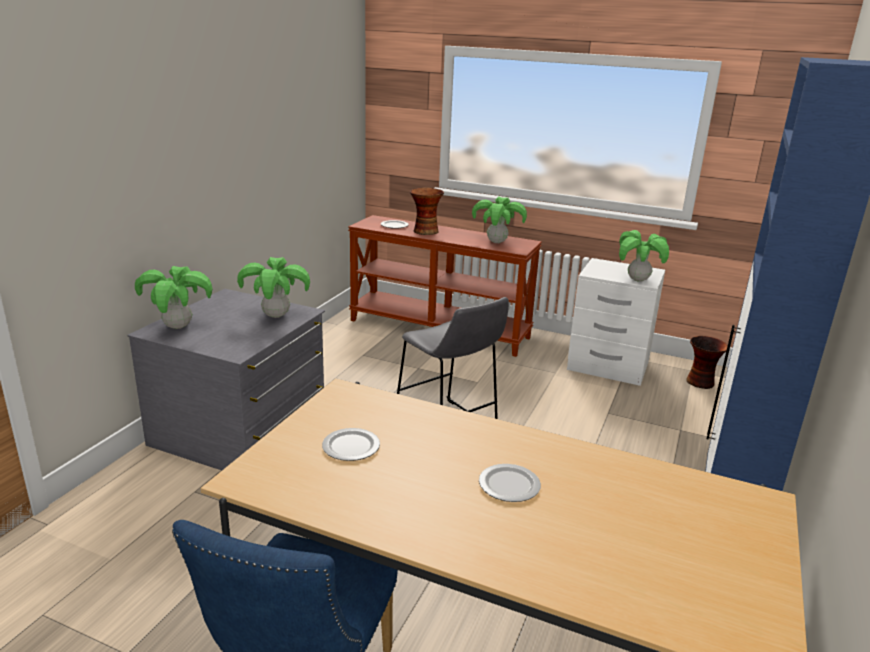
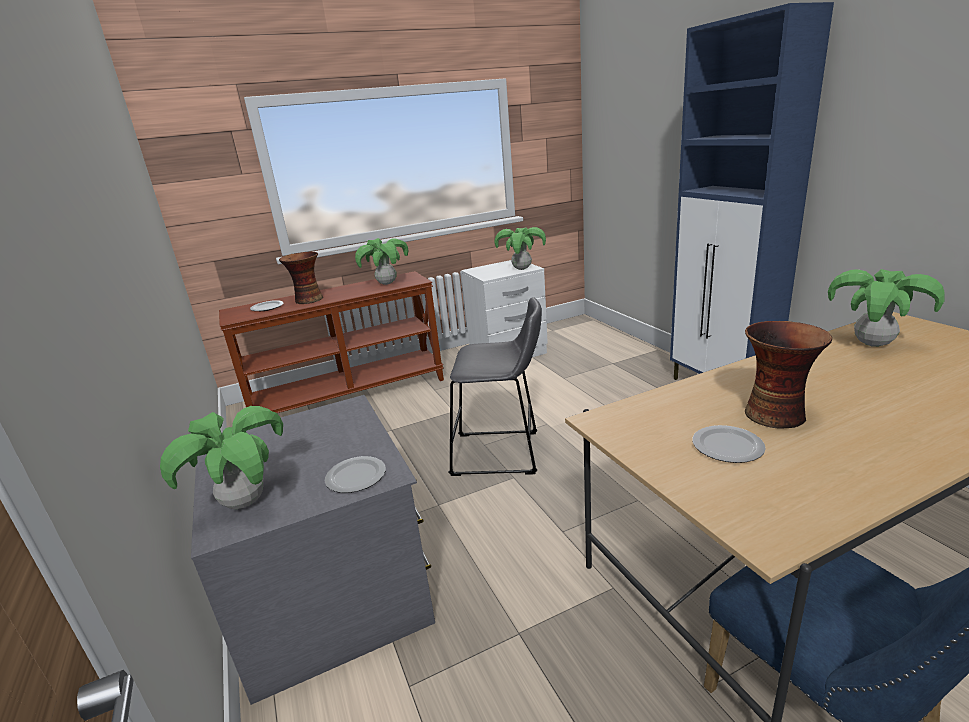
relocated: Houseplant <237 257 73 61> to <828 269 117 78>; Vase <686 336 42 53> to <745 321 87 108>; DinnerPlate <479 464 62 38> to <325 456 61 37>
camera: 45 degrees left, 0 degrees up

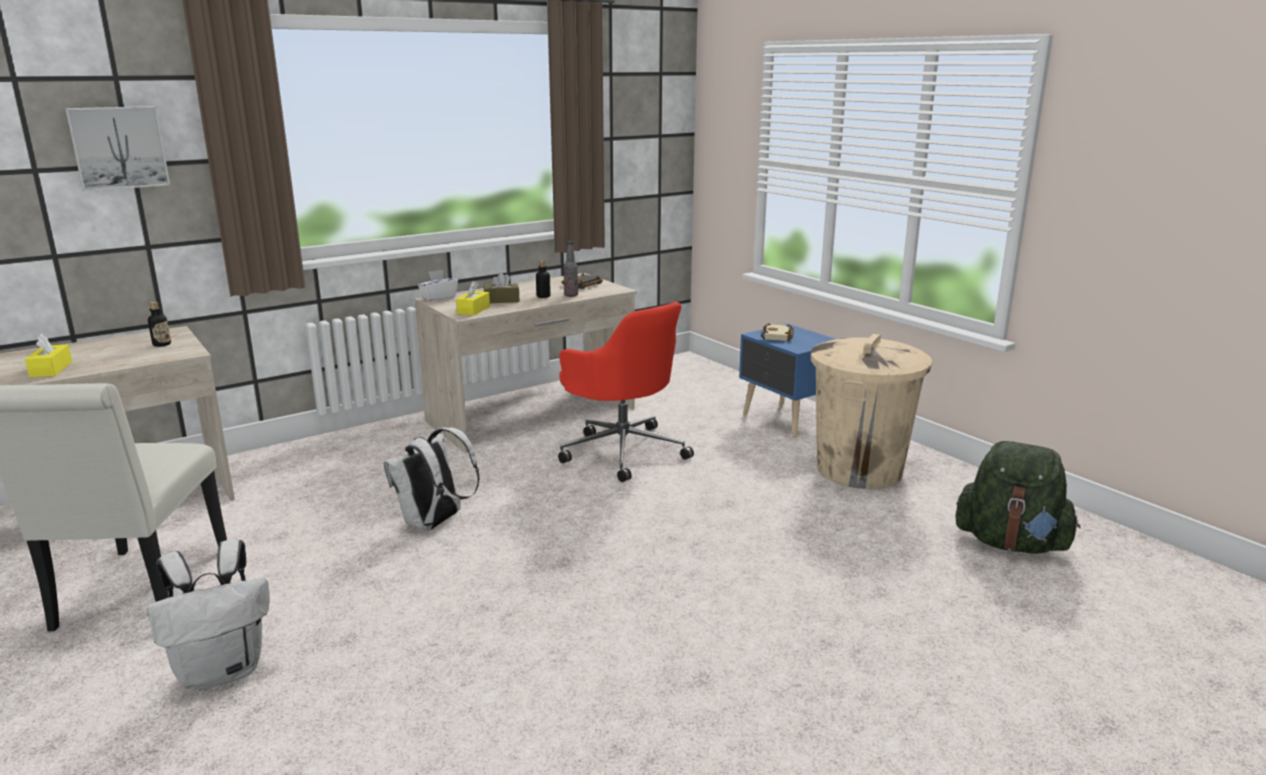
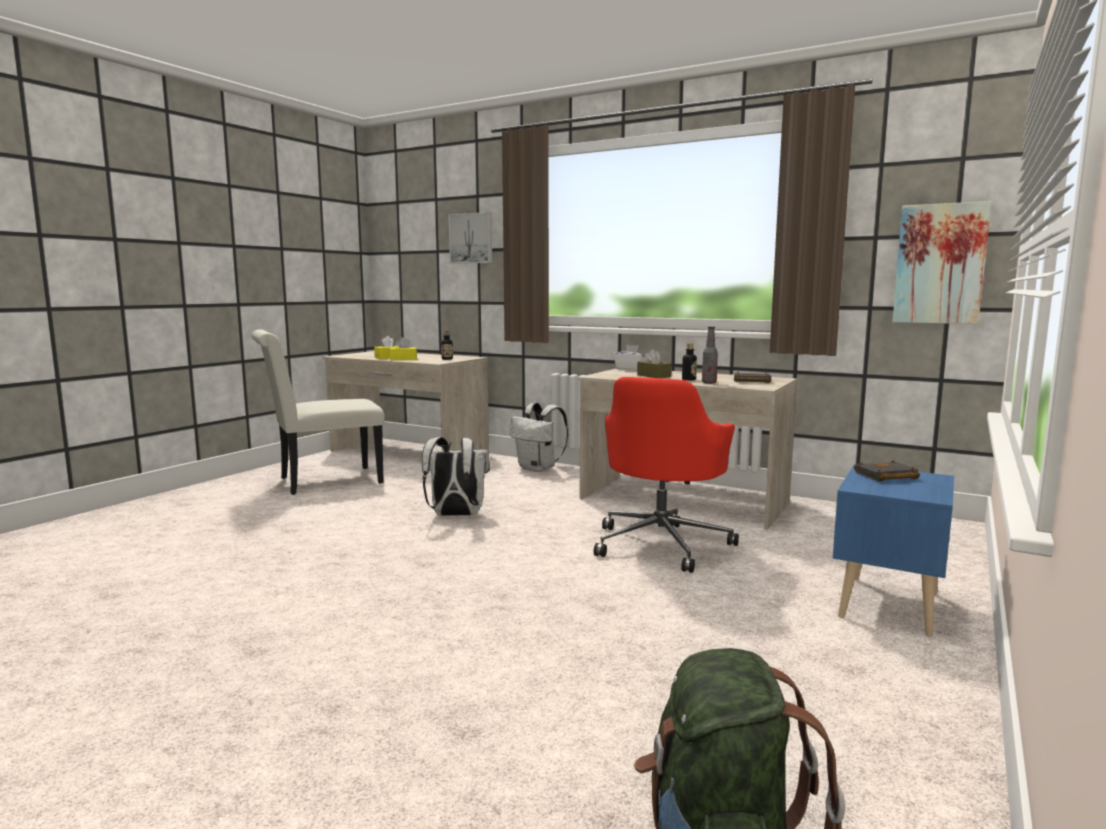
missing: SandColouredRubbishBin <811 334 121 155>
appeared: WallPicture <892 201 100 123>
relocated: YellowTissueBox <456 281 34 35> to <389 337 28 23>; WhiteColouredKnapsack <147 539 123 152> to <510 402 58 70>
colour: SandColouredBoundBook <761 323 33 18> to BlackColouredBoundBook <854 460 66 21>
camera: 65 degrees right, 10 degrees down

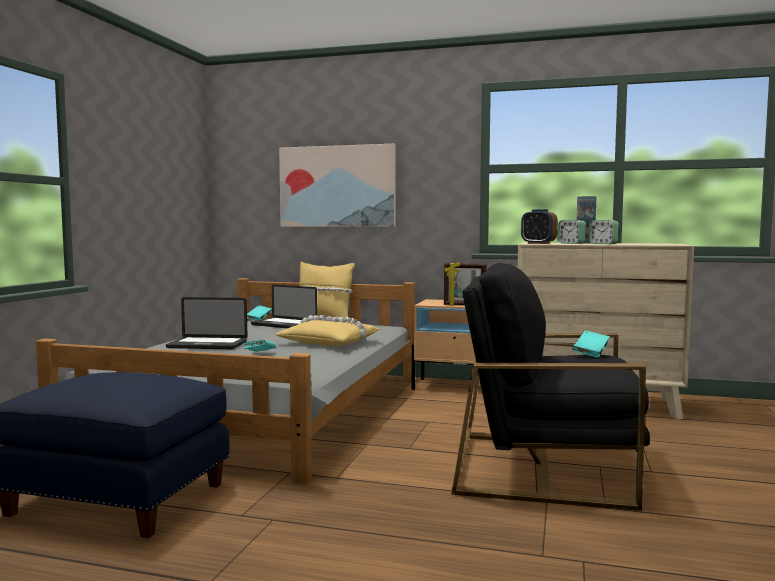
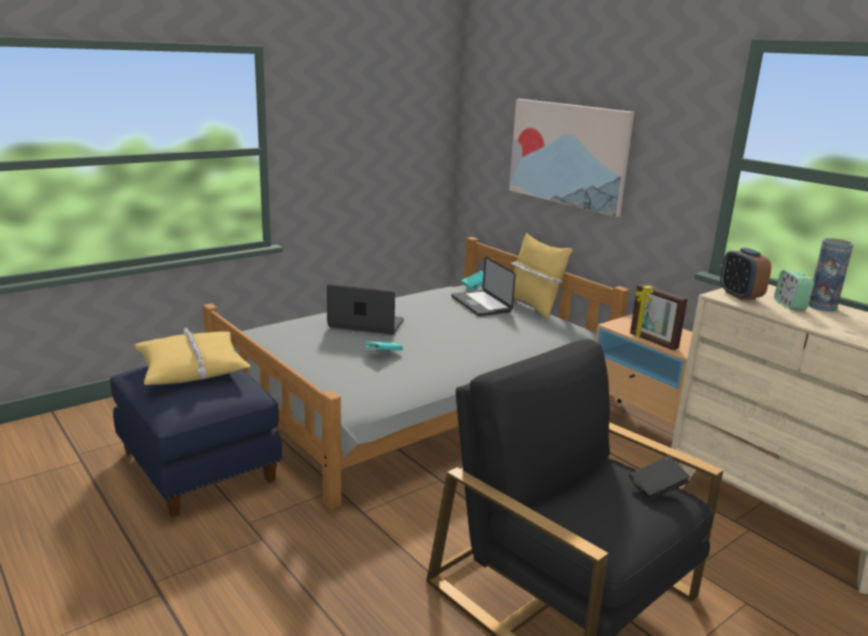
missing: AlarmClock <588 220 31 24>
relocated: YellowPillow <275 315 105 31> to <134 328 117 57>
colour: BlueGreenBoundBook <572 331 38 27> to BlackColouredBoundBook <629 456 61 44>
spun: NotebookComputer <166 297 81 52> = <327 285 77 49> 150 degrees clockwise
camera: 35 degrees right, 15 degrees up

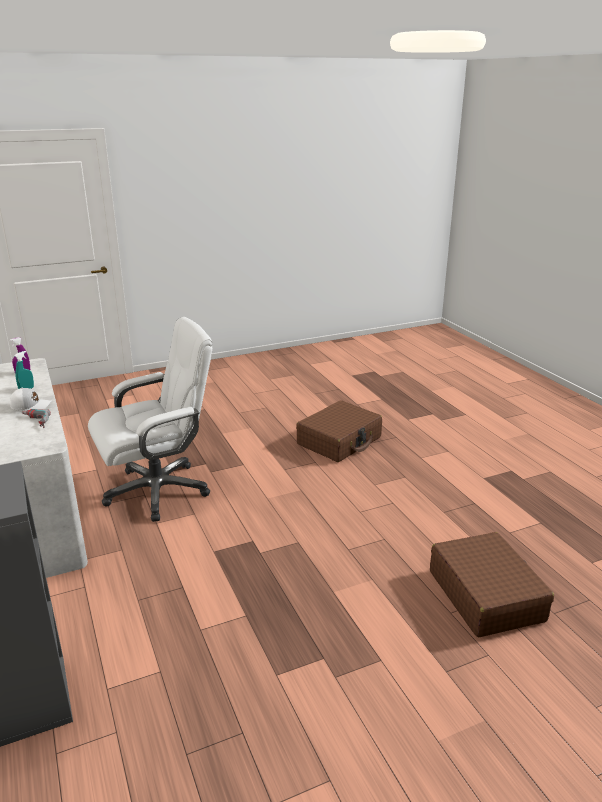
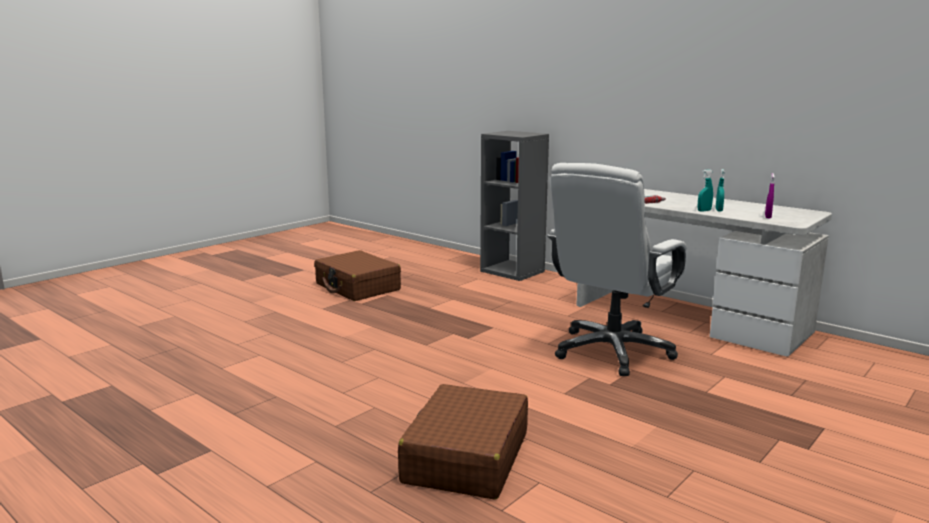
missing: WhiteColouredCap <10 388 41 23>
appeared: BlueGreenSprayBottle <698 169 15 42>
relocated: BrownTravelCase <430 532 124 105> to <314 250 87 51>
camera: 155 degrees right, 10 degrees down

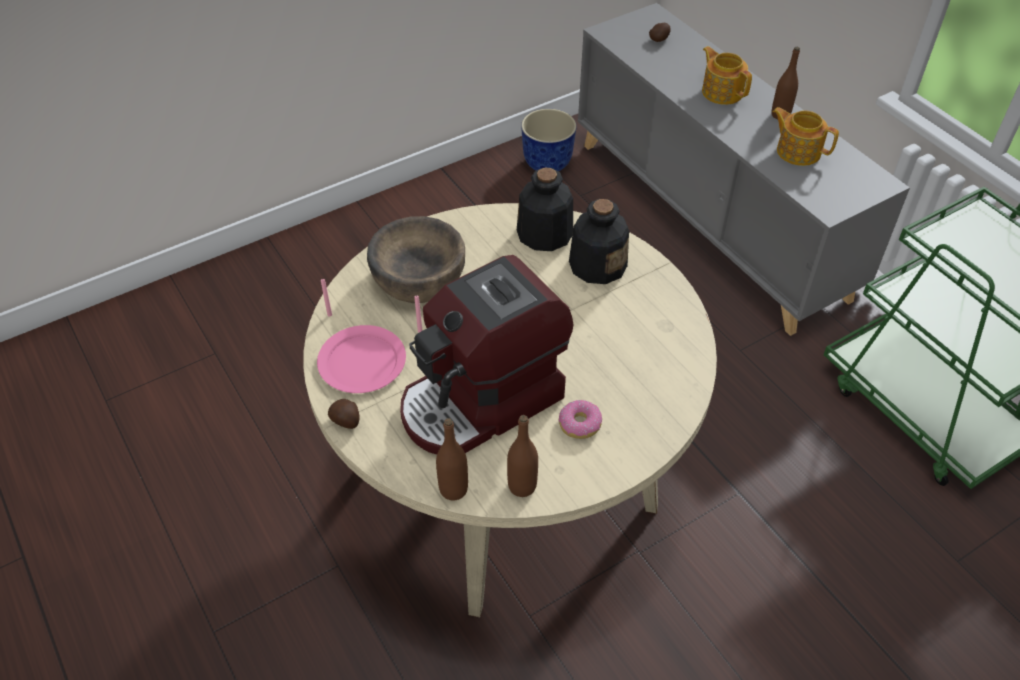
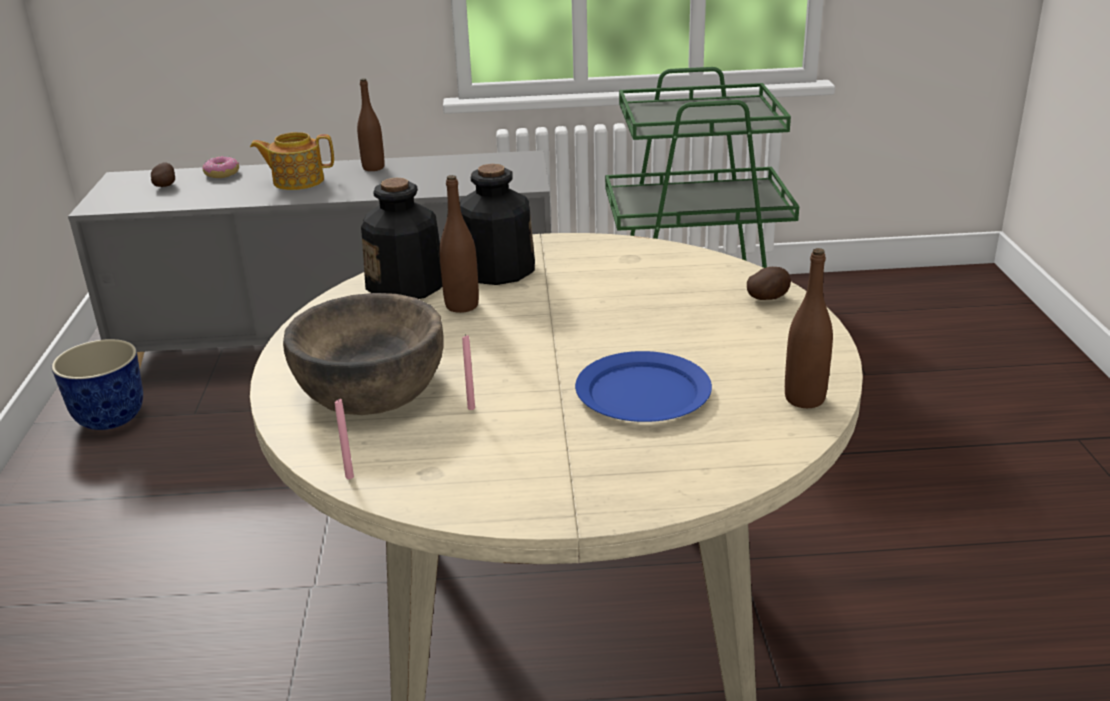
missing: TeaPot <772 107 67 59>; PinkishDinnerPlate <317 325 89 68>
relocated: Potato <328 399 32 30> to <747 267 44 33>; Doughnut <558 400 44 39> to <202 156 37 22>; BrownBeverageBottle <436 418 32 82> to <439 175 40 138>
exchanged: CoffeeMaker <400 255 173 199> to BlueColouredDinnerPlate <575 351 137 71>
camera: 60 degrees left, 20 degrees down

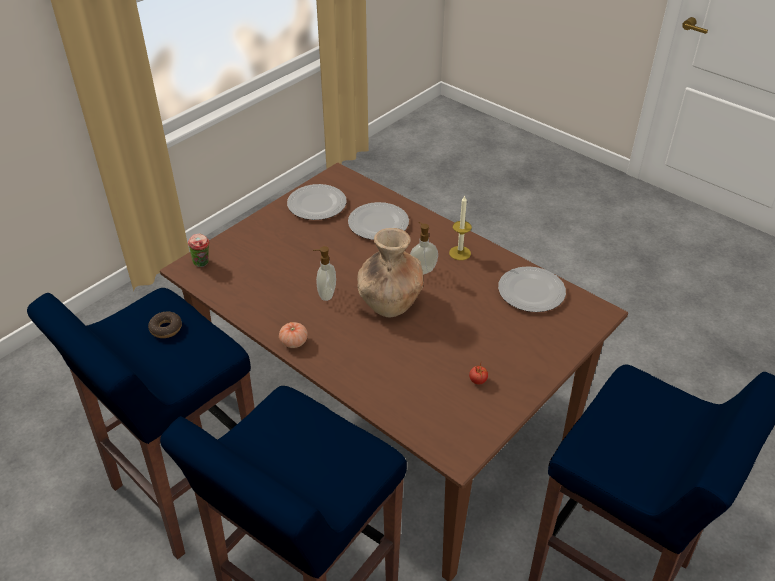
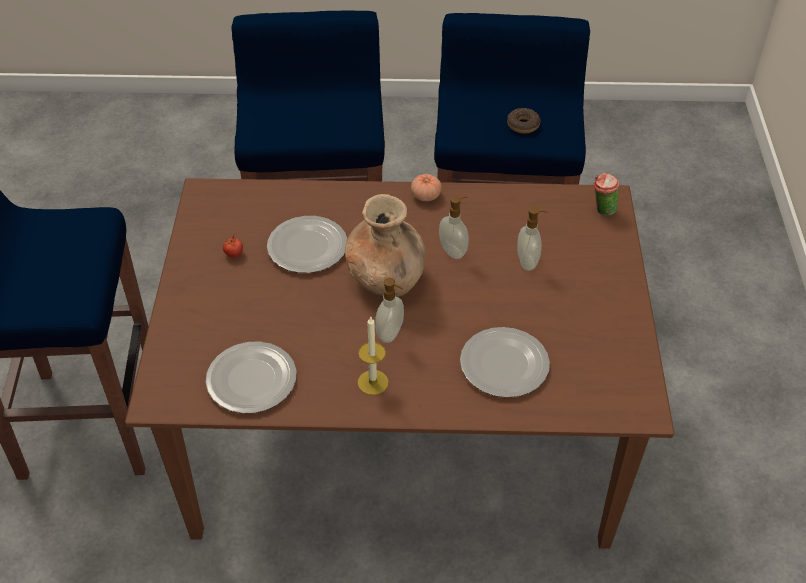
appeared: SoapDispenser <517 206 31 65>
relocated: DinnerPlate <287 184 60 36> to <267 216 80 57>
camera: 140 degrees right, 5 degrees up

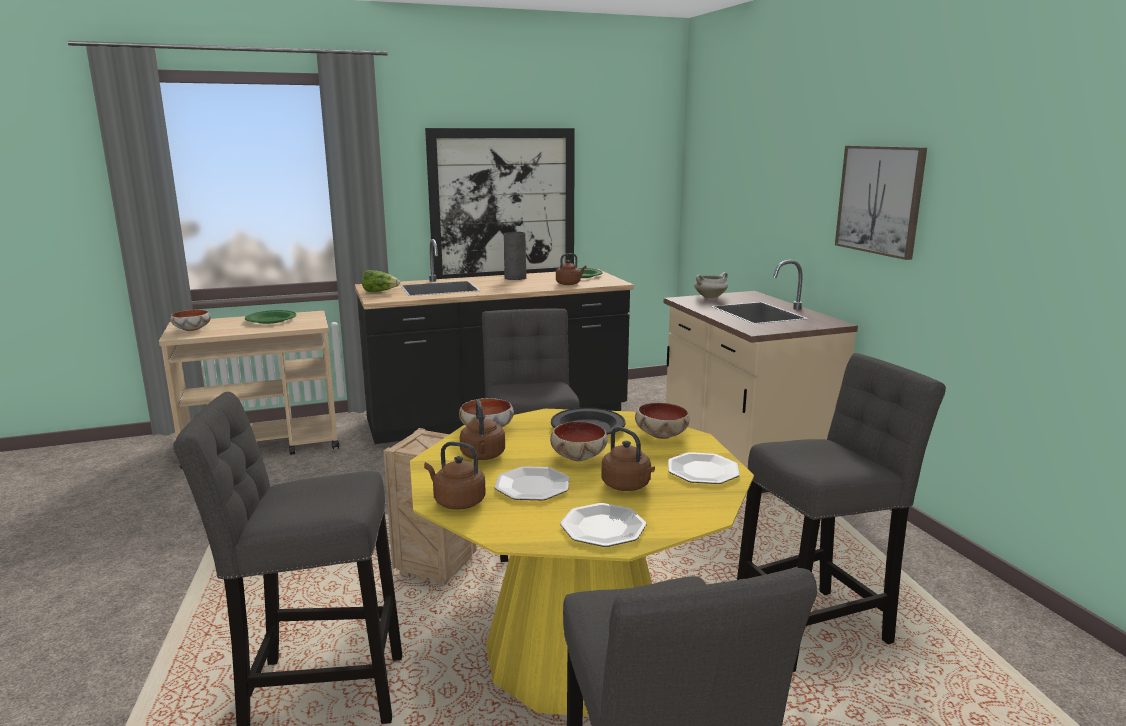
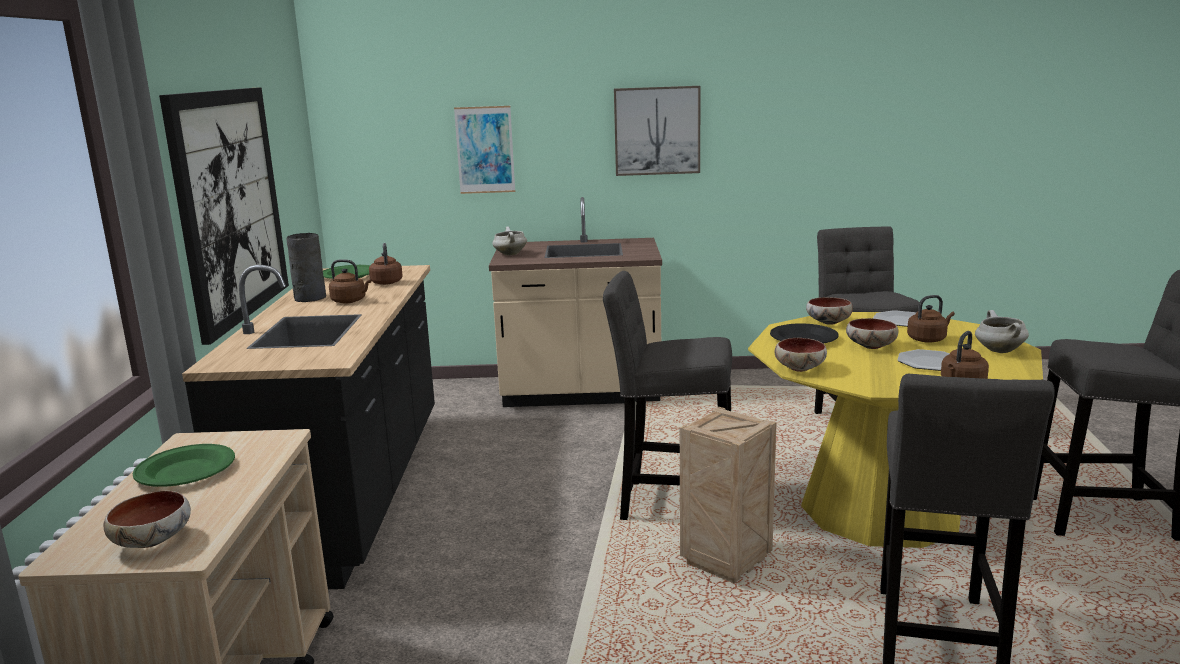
missing: Lettuce <362 270 38 22>
appeared: WallPicture <454 106 61 88>
relocated: BrownKettle <460 400 45 60> to <329 259 42 44>
exchanged: DinnerPlate <560 503 87 44> to WhiteColouredStockpot <975 310 54 43>
camera: 70 degrees left, 0 degrees up

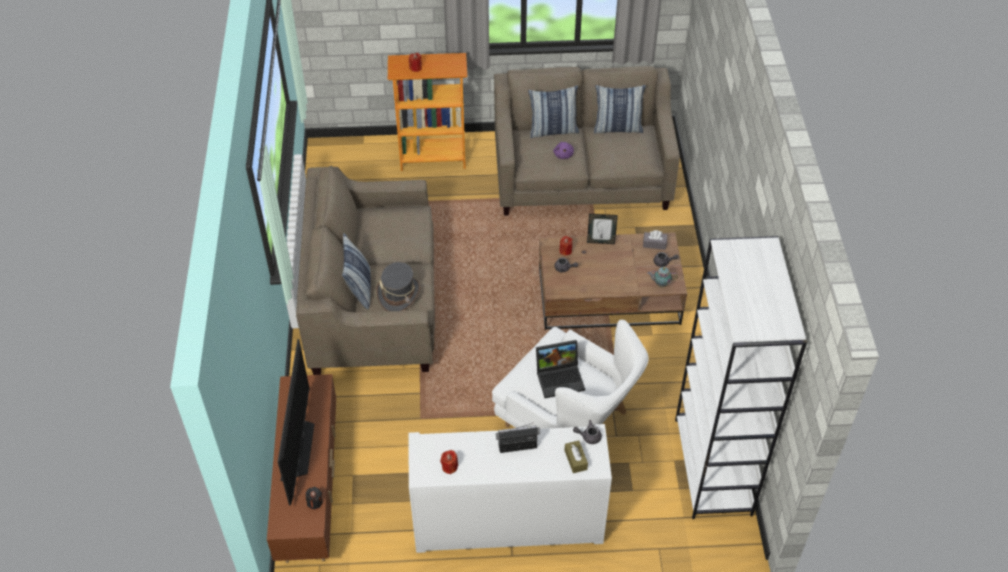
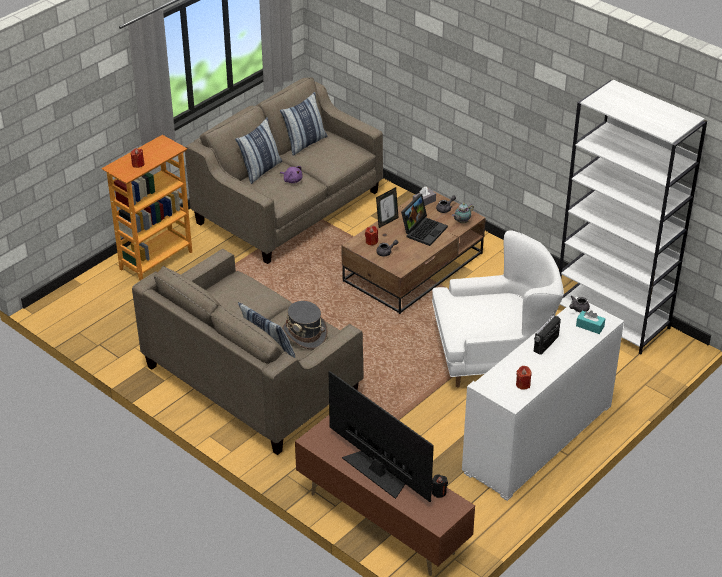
relocated: NotebookComputer <536 340 49 58> to <401 194 47 52>
colour: BrownTissueBox <564 440 24 33> to BlueGreenTissueBox <576 310 29 24>
camera: 45 degrees left, 10 degrees down

